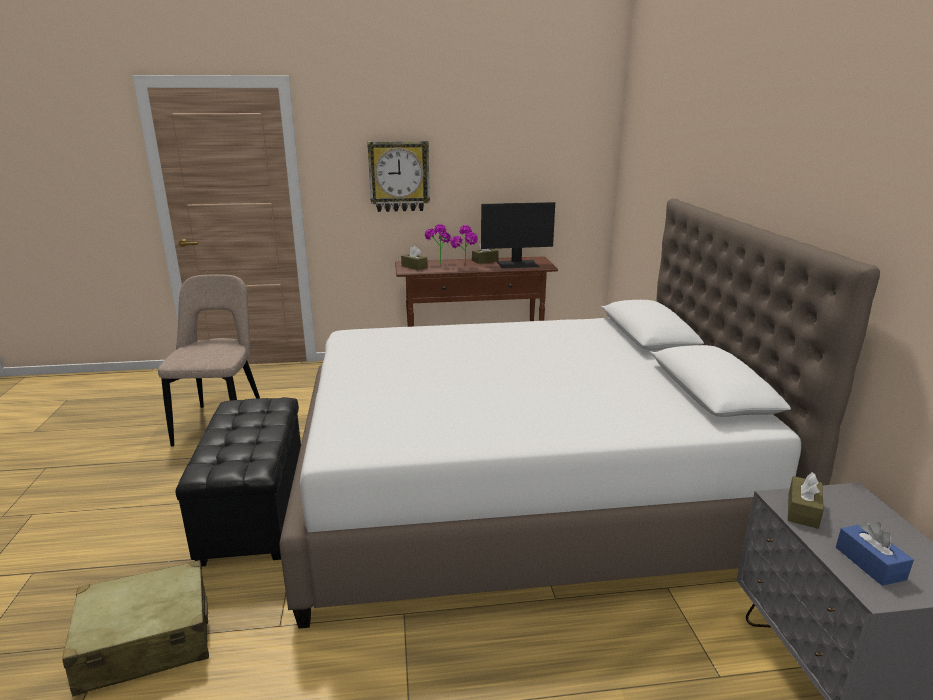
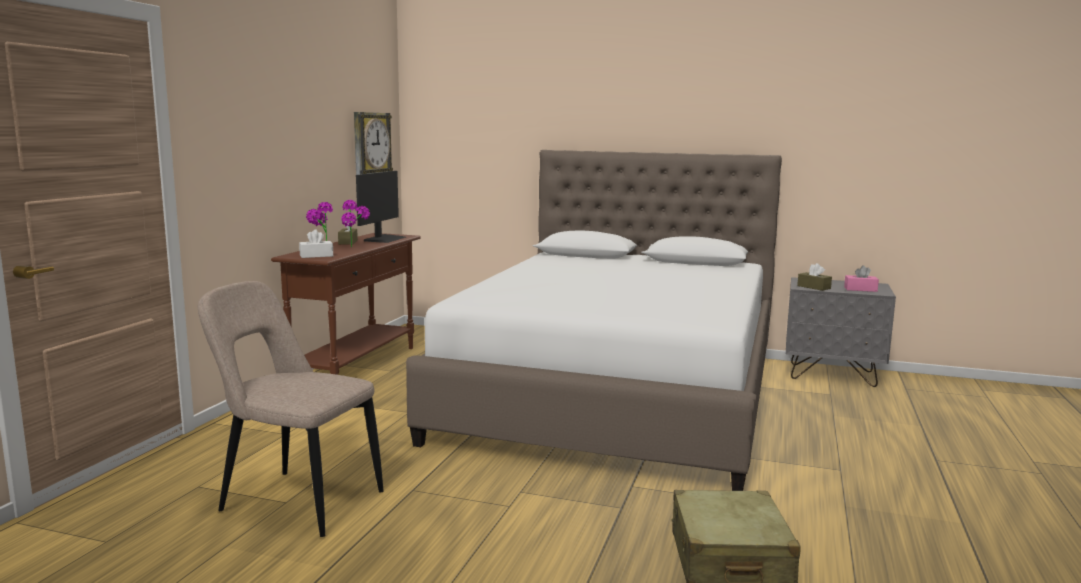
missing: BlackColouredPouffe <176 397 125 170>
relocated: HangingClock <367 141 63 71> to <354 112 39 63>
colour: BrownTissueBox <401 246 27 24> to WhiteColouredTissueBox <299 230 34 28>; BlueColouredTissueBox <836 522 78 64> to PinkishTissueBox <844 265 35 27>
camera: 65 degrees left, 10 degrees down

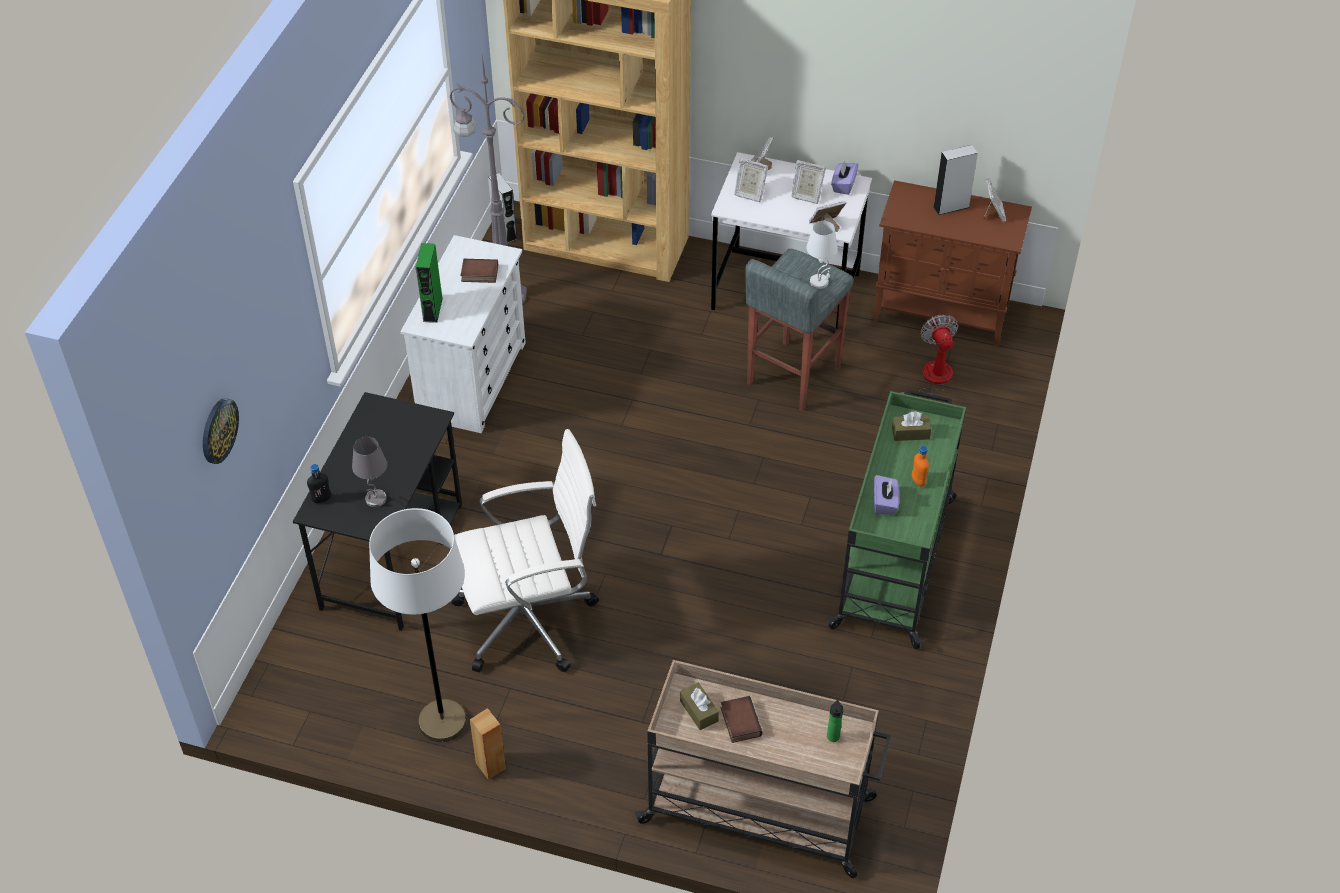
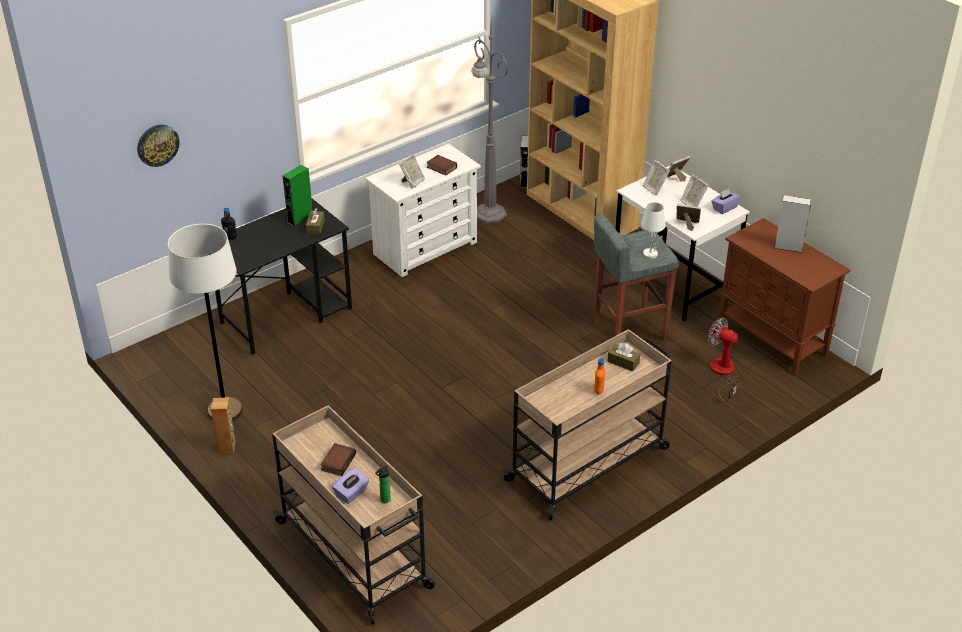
missing: WhiteColouredComputerChair <452 429 147 244>; GreyishLampForATable <352 437 35 70>
relocated: PhotoFrame <983 179 23 44> to <399 154 26 35>; GreenColouredAudioSpeaker <416 243 27 80> to <283 165 30 61>; PurplishTissueBox <874 475 25 40> to <332 468 37 36>; BrownTissueBox <680 683 39 47> to <306 208 19 27>
colour: GreenColouredTrolley <827 390 139 259> to SandColouredTrolley <502 329 170 191>
spun: CoolingFan <901 314 57 86> = <708 318 32 84> 75 degrees counterclockwise
camera: 35 degrees right, 10 degrees down

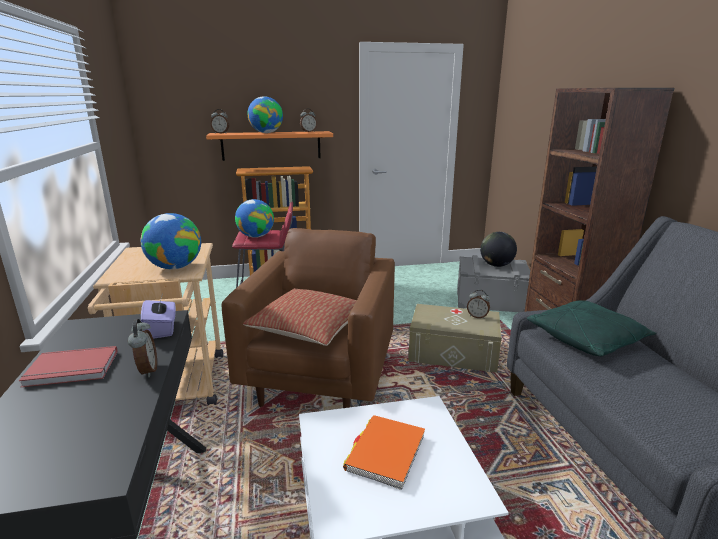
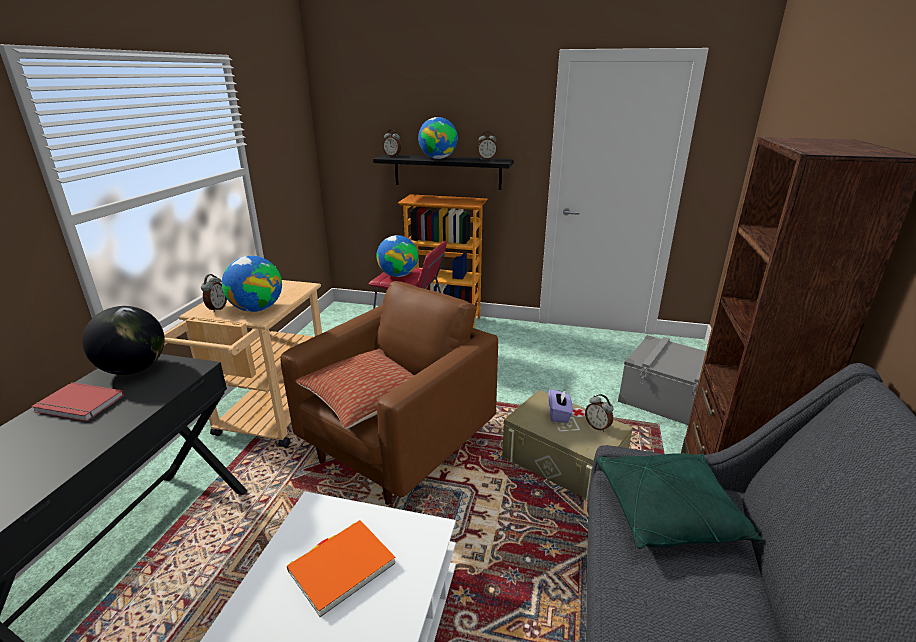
relocated: Globe <480 232 37 35> to <82 306 83 69>; PurplishTissueBox <141 294 35 45> to <548 389 25 34>; AlarmClock <128 319 29 59> to <201 274 26 39>
colour: OrangeColouredShelf <206 131 127 30> to BlackColouredShelf <373 154 141 36>
camera: 25 degrees right, 5 degrees up

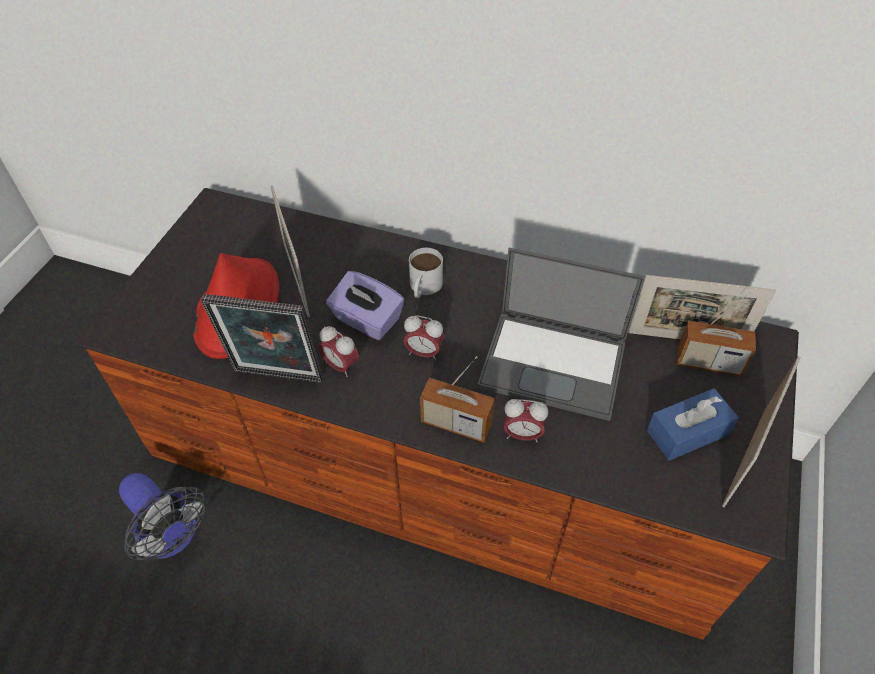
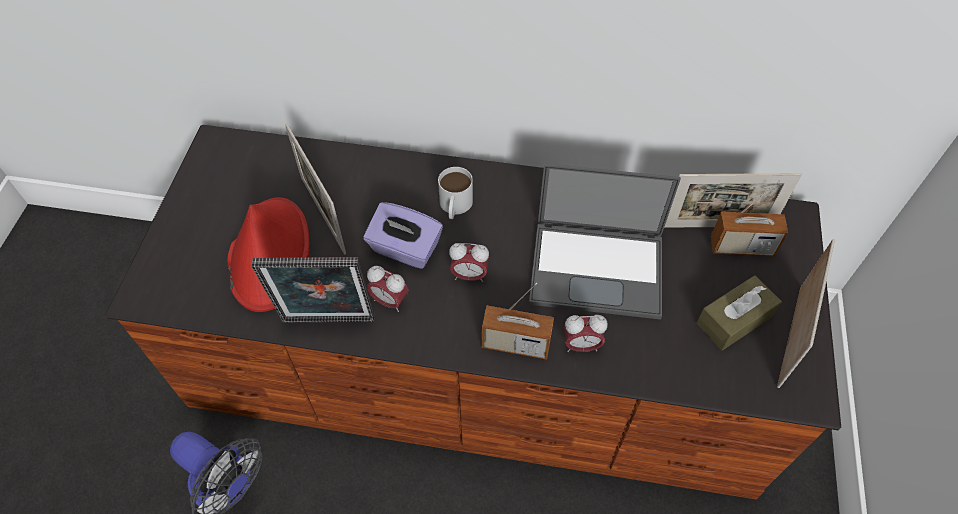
colour: BlueColouredTissueBox <647 388 92 73> to BrownTissueBox <697 275 85 76>
camera: 10 degrees left, 5 degrees up

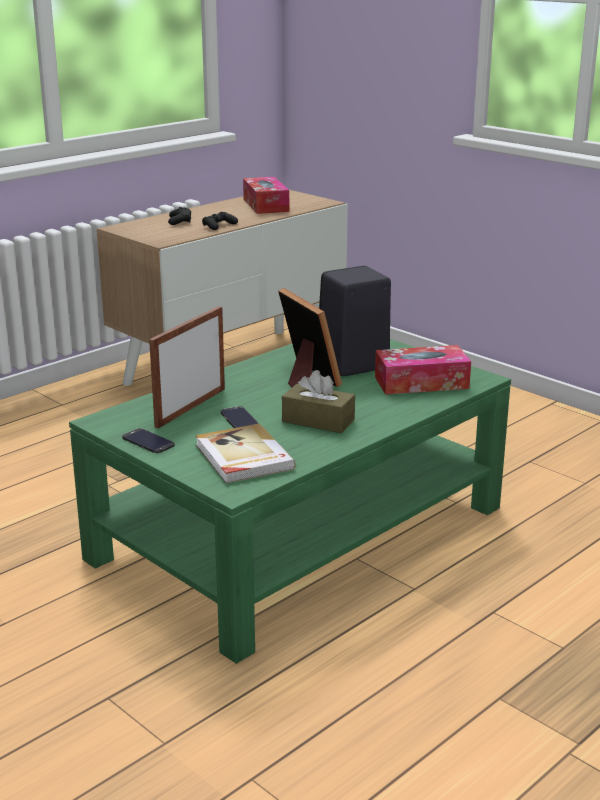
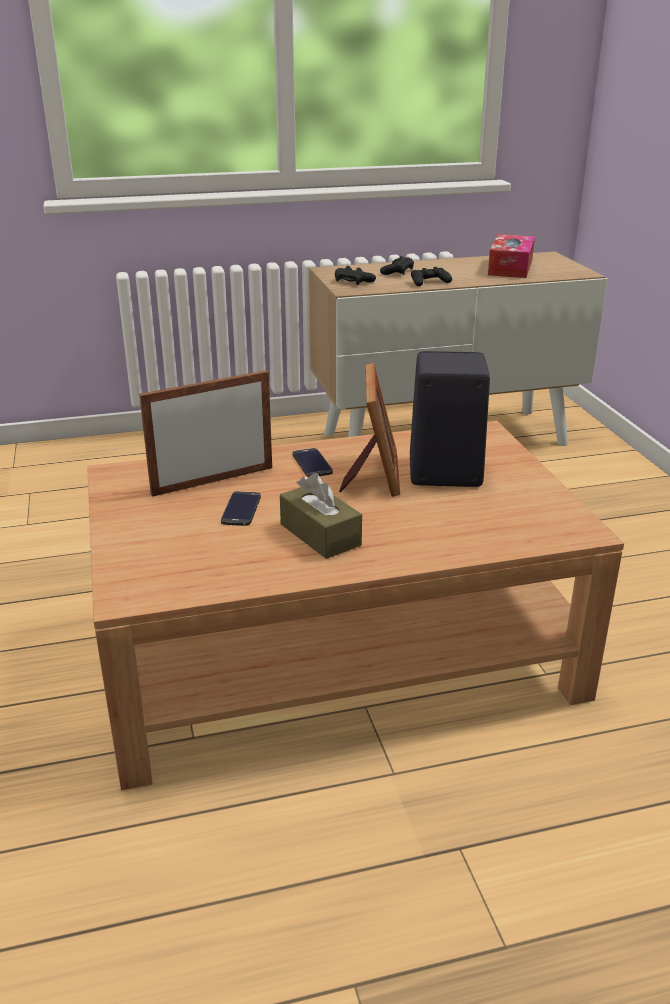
missing: TissueBox <375 345 96 50>; BoundBook <195 424 101 59>
appeared: BlackColouredJoypad <335 266 41 19>
relocated: Phone <122 428 53 25> to <293 448 40 29>
colour: GreenColouredLowTable <69 339 442 325> to BrownLowTable <87 421 537 369>
camera: 30 degrees right, 5 degrees up

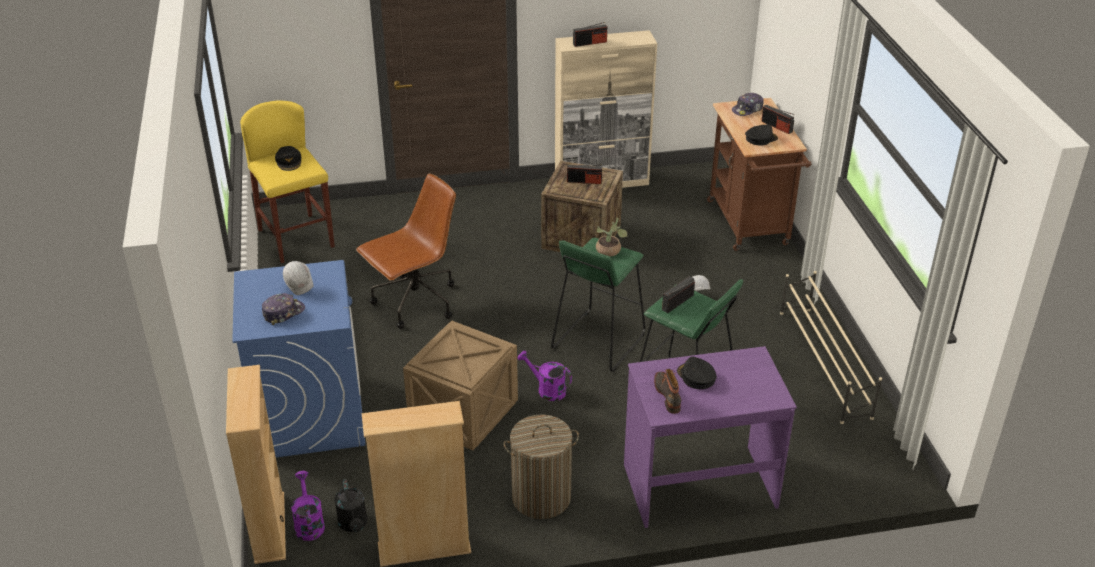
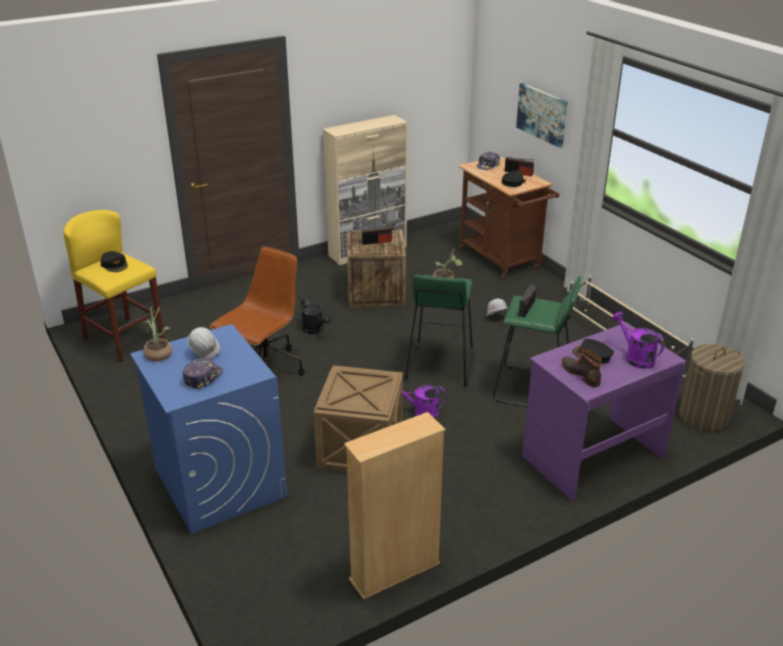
missing: RadioReceiver <573 22 34 25>; SandColouredBookshelf <226 365 60 199>
appeared: WallPicture <516 83 52 65>; Houseplant <143 307 29 54>
relocated: Hamper <503 414 76 105> to <679 344 66 87>; PurplishWateringPot <291 471 34 70> to <612 312 52 57>; BlackColouredWateringPot <334 479 34 53> to <301 299 31 35>
camera: 20 degrees left, 5 degrees down

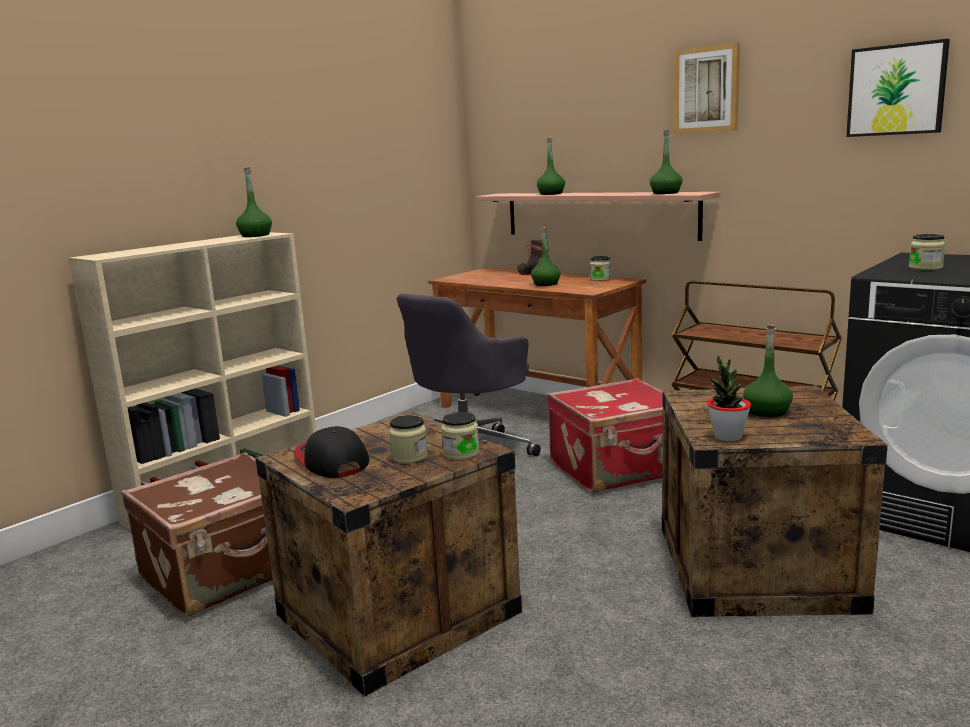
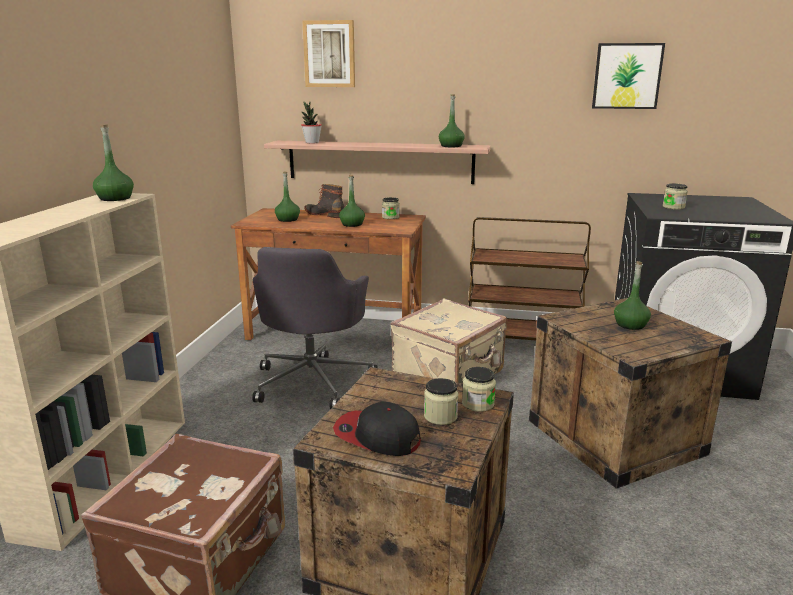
relocated: WallPicture <674 43 66 91> to <302 20 53 67>; GreenColouredBeverageBottle <537 137 28 58> to <275 171 25 51>; Houseplant <707 355 44 87> to <301 102 21 42>
colour: RedTravelCase <547 378 116 115> to SandColouredTravelCase <391 298 116 85>
camera: 30 degrees left, 5 degrees up

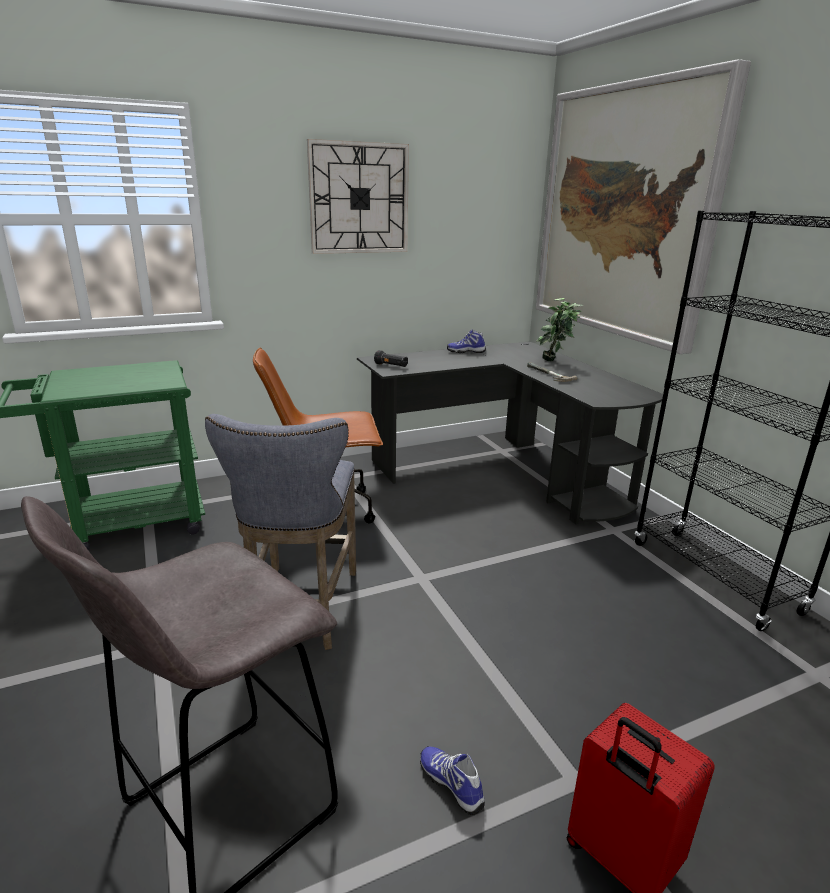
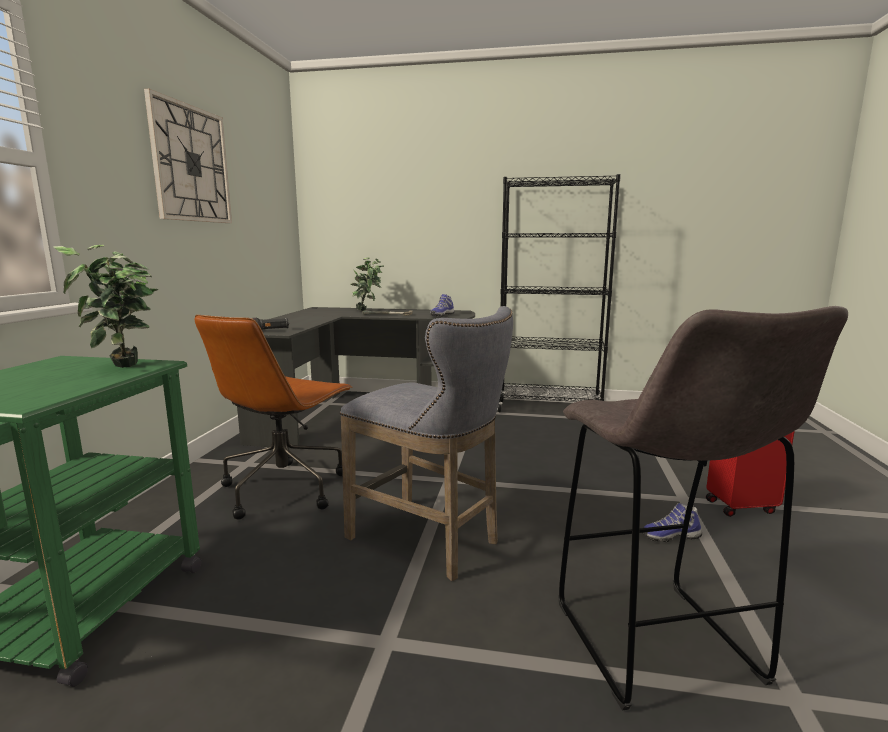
missing: WallPicture <536 59 215 295>
appeared: Houseplant <52 245 107 123>
relocated: ItemOfFootwear <447 329 39 24> to <430 294 24 23>
camera: 55 degrees left, 10 degrees down

